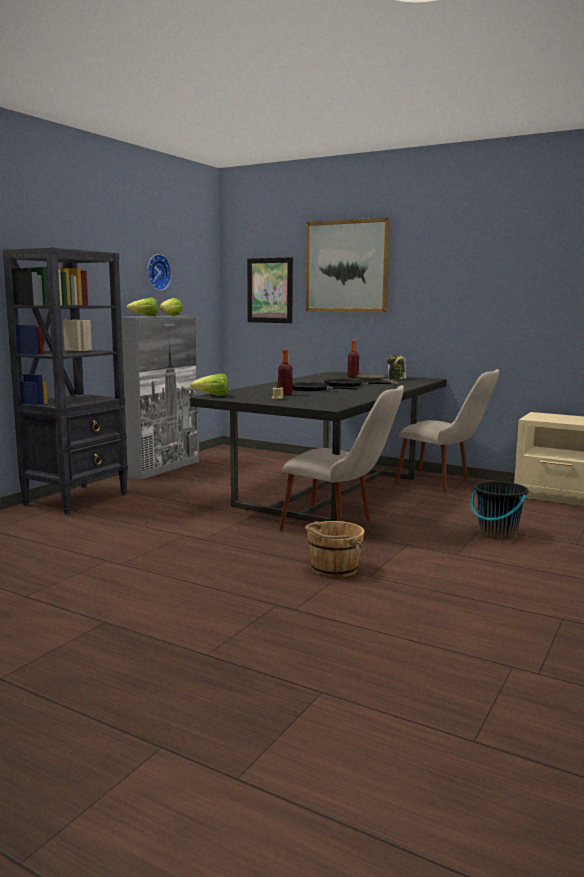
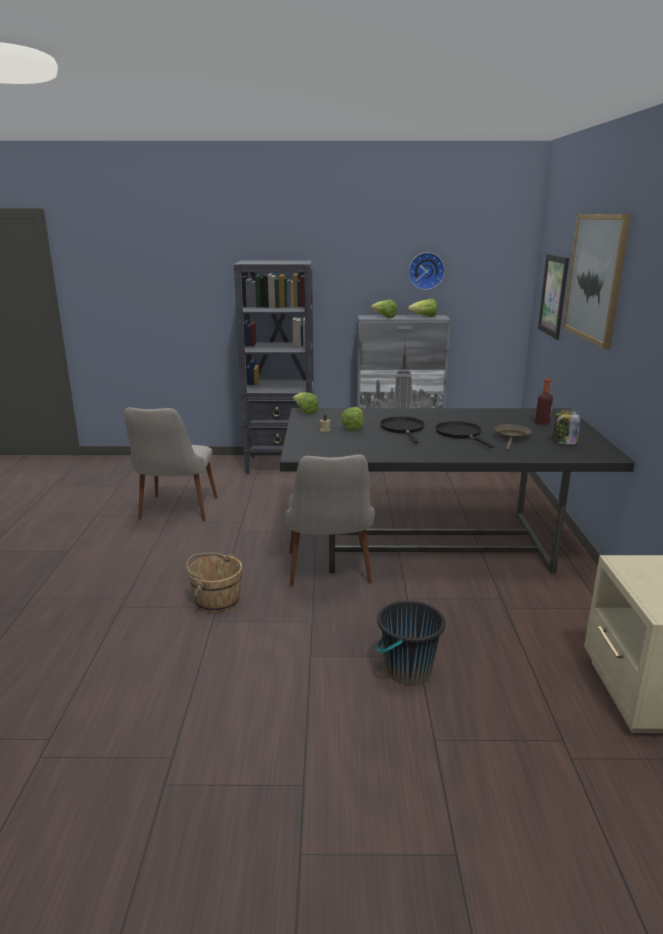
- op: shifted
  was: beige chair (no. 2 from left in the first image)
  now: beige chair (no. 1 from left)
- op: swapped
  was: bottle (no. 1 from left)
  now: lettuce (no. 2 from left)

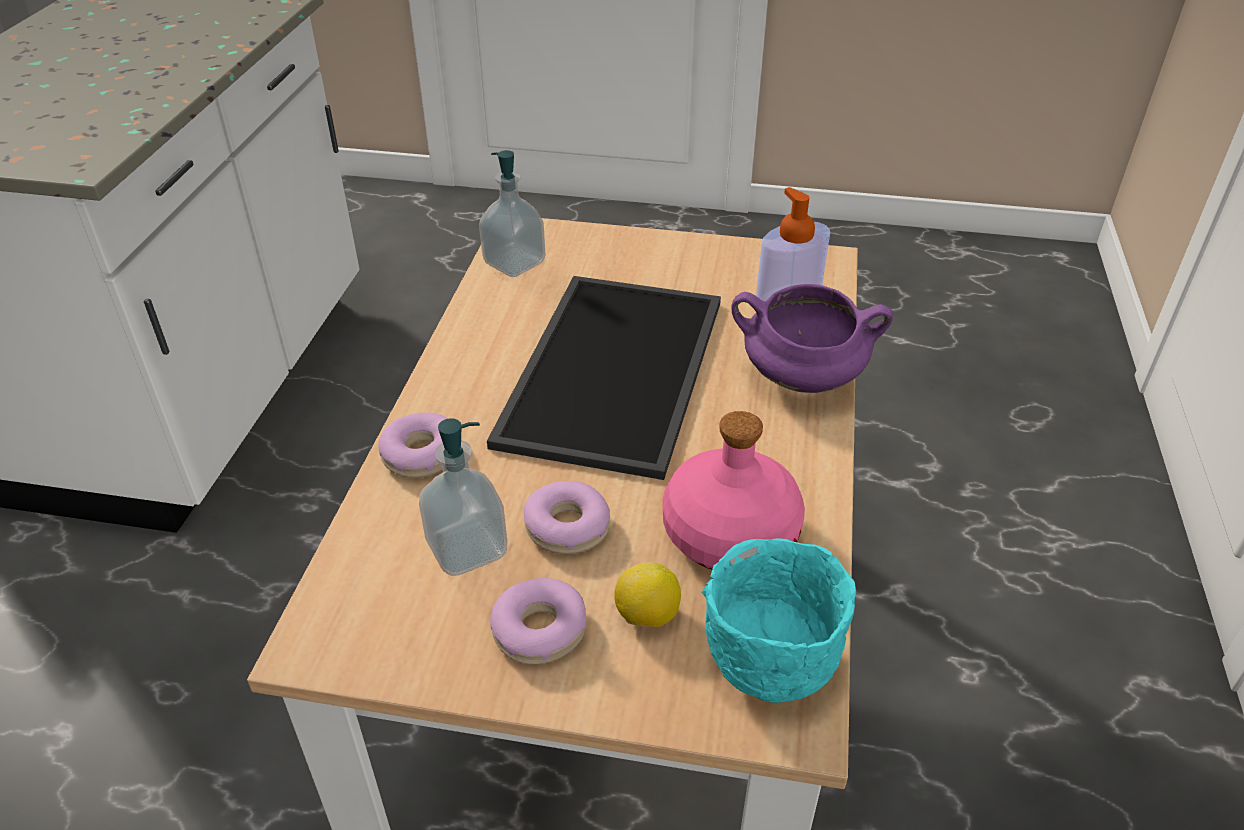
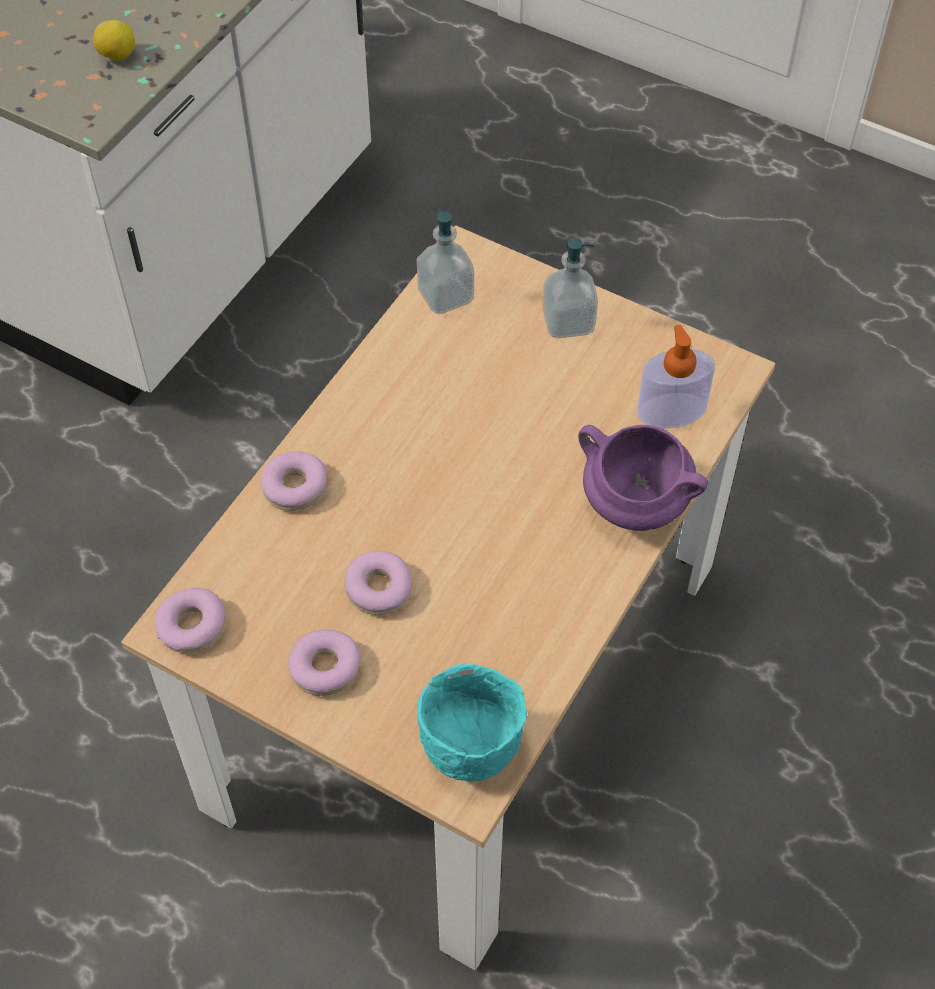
- op: shifted
  was: lemon
- op: new
  now: donut (no. 1 from left)
- op: shifted
  was: soap dispenser (no. 1 from left in the first image)
  now: soap dispenser (no. 2 from left)
- op: gone
  was: tray
- op: gone
  was: pink bottle

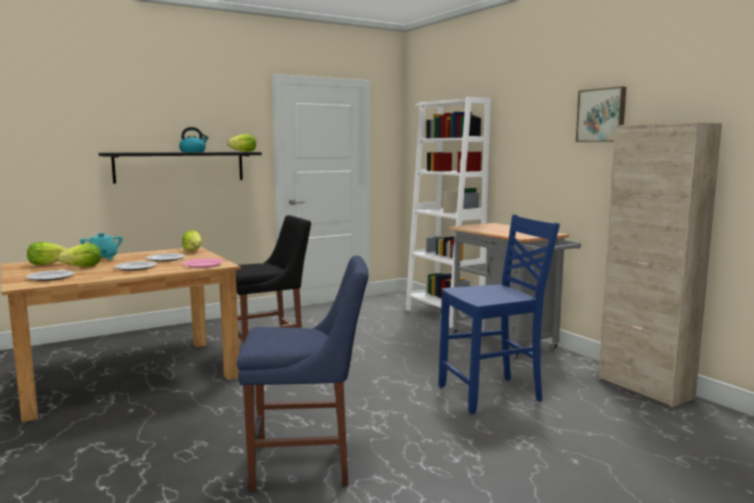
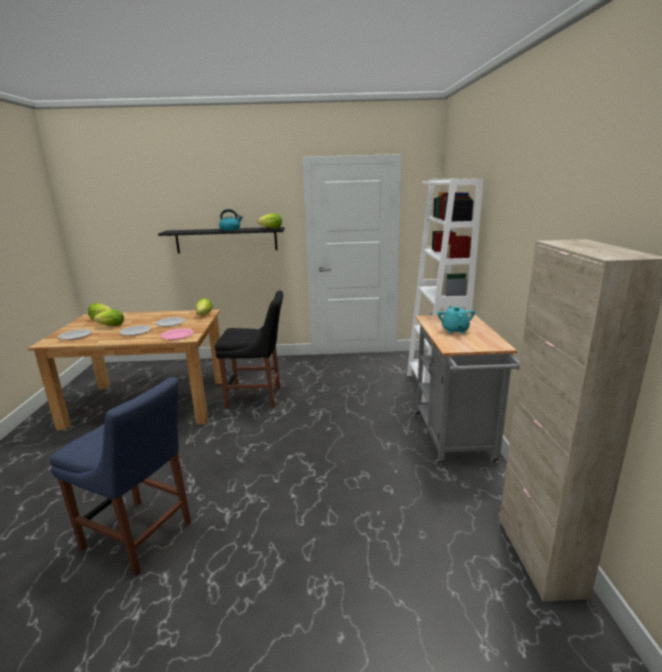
- op: shifted
  was: turquoise teapot
- op: gone
  was: blue chair (no. 2 from left)
- op: gone
  was: picture

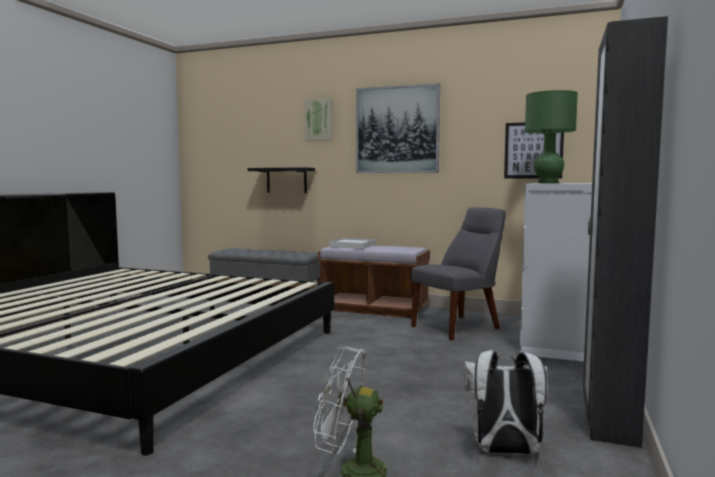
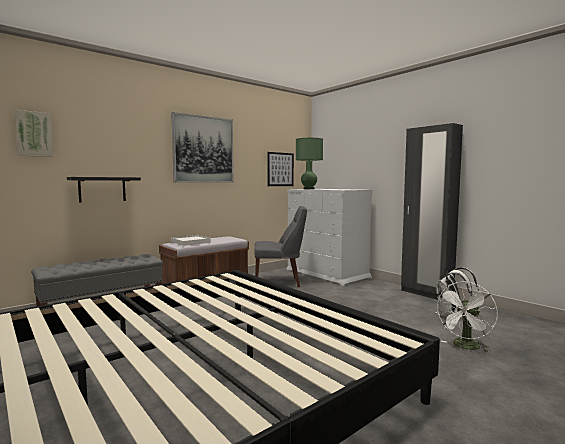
- op: shifted
  was: picture (no. 1 from left)
- op: rotated
  was: grey chair
  clockwise: 90

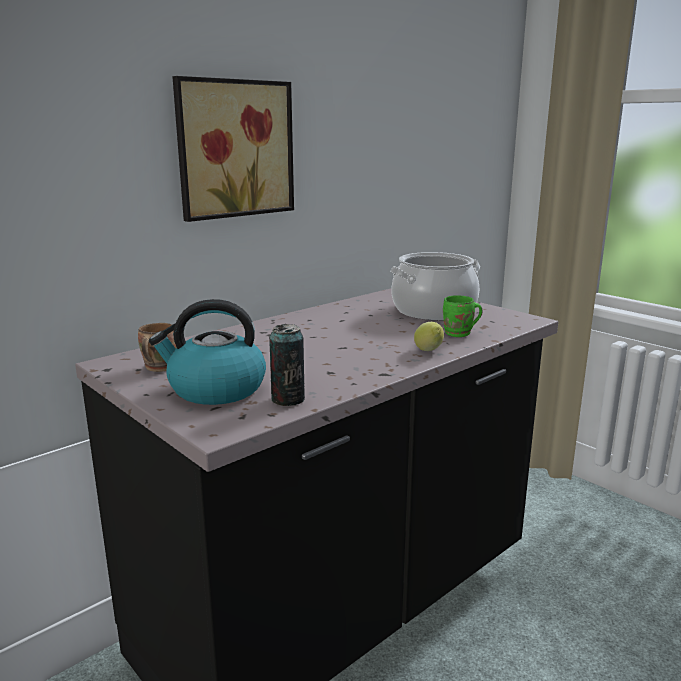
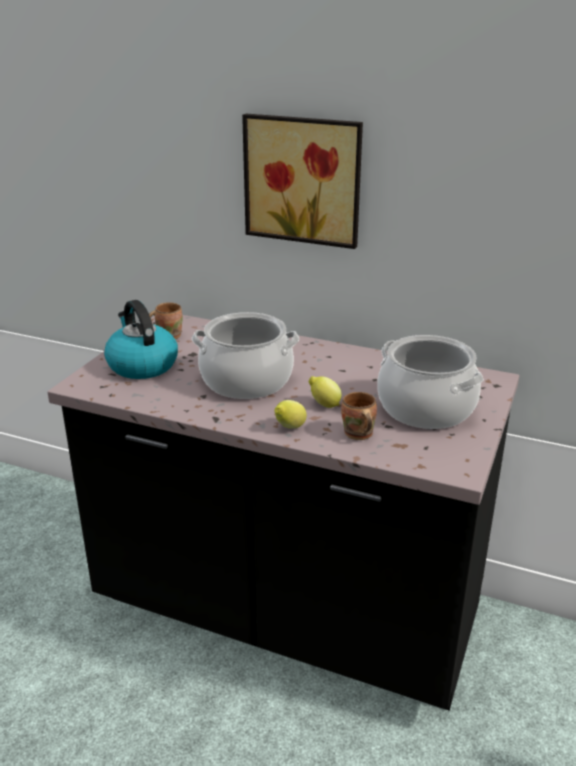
- op: new
  now: cooking pot (no. 1 from left)
- op: new
  now: lemon (no. 2 from left)
- op: repainted
  was: green mug
  now: brown mug (no. 2 from left)
- op: gone
  was: can

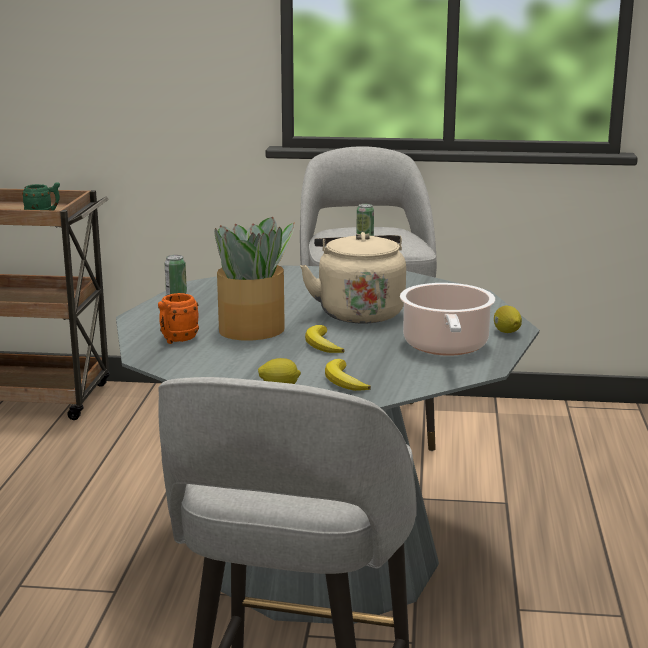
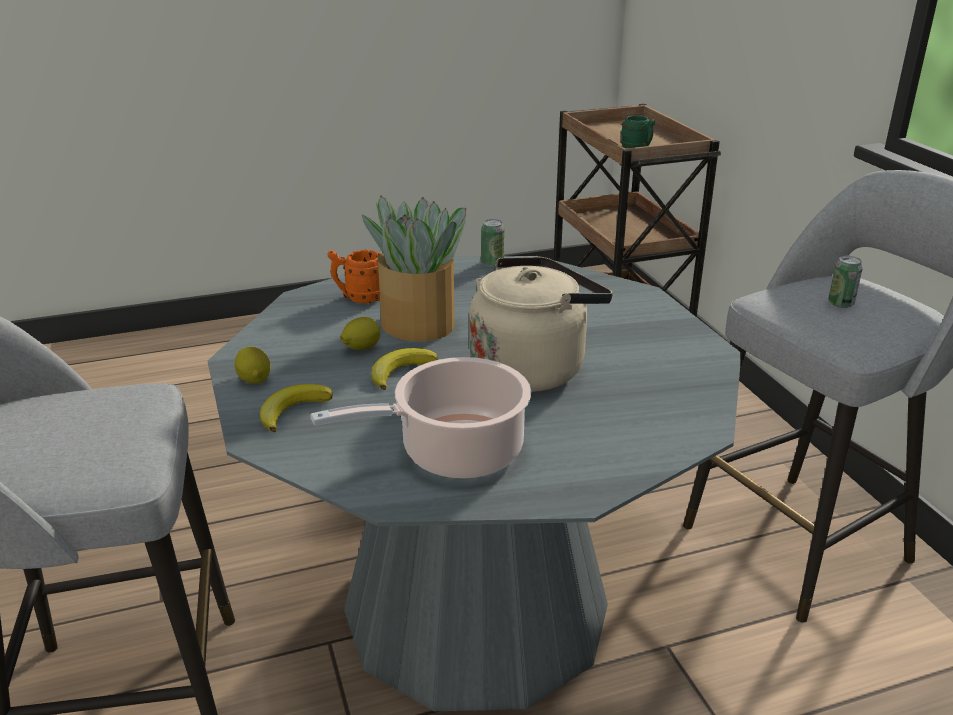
- op: shifted
  was: lemon (no. 2 from left)

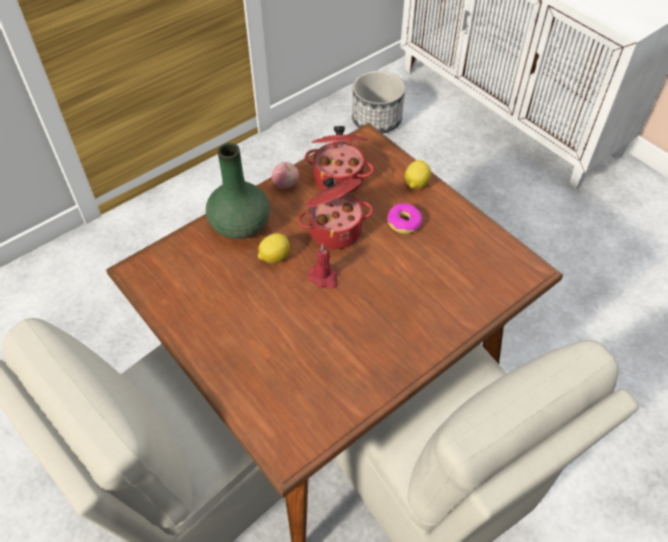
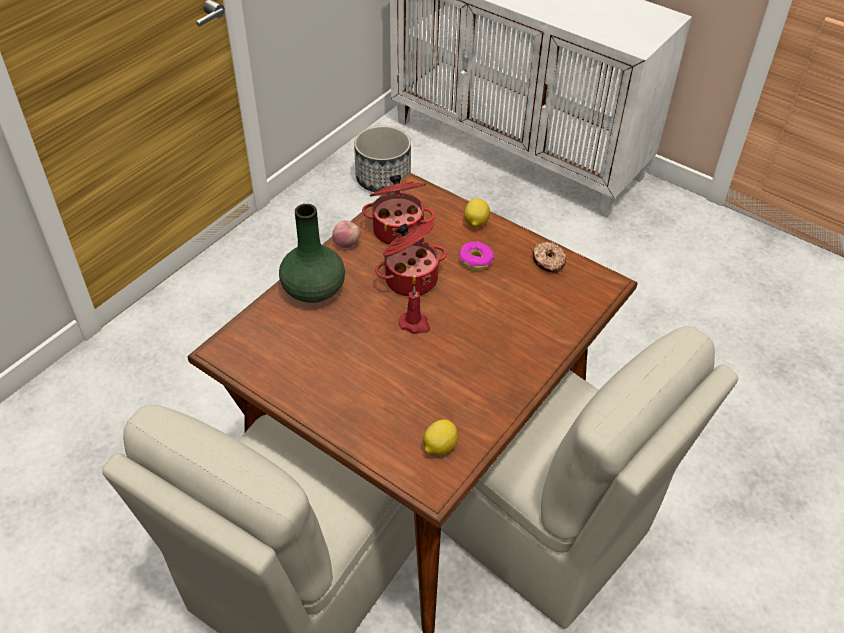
- op: shifted
  was: lemon (no. 1 from left)
- op: new
  now: donut (no. 2 from left)

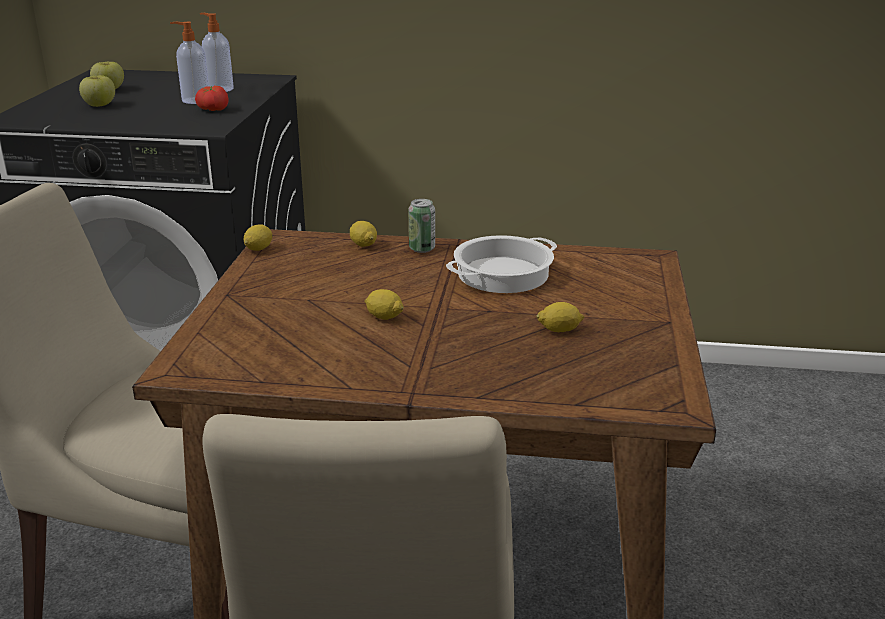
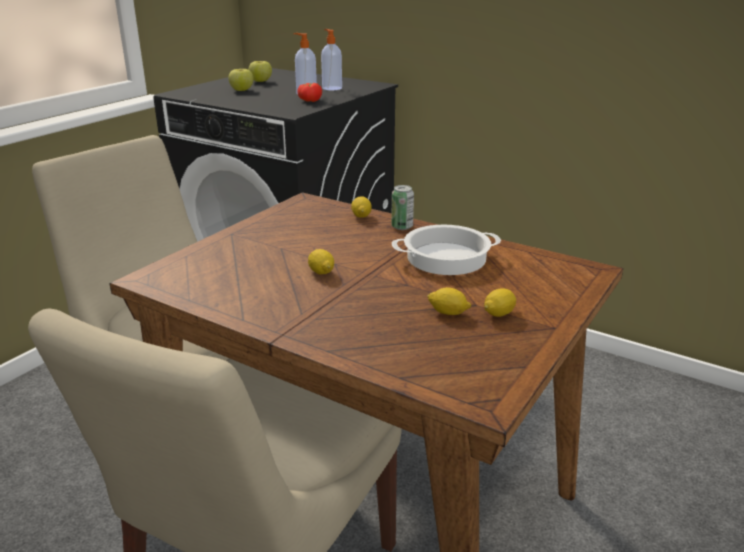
- op: shifted
  was: lemon (no. 1 from left in the first image)
  now: lemon (no. 4 from left)

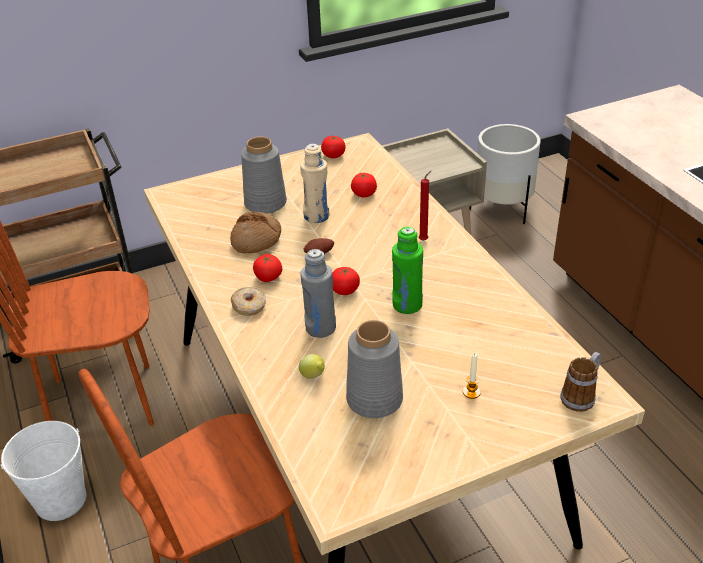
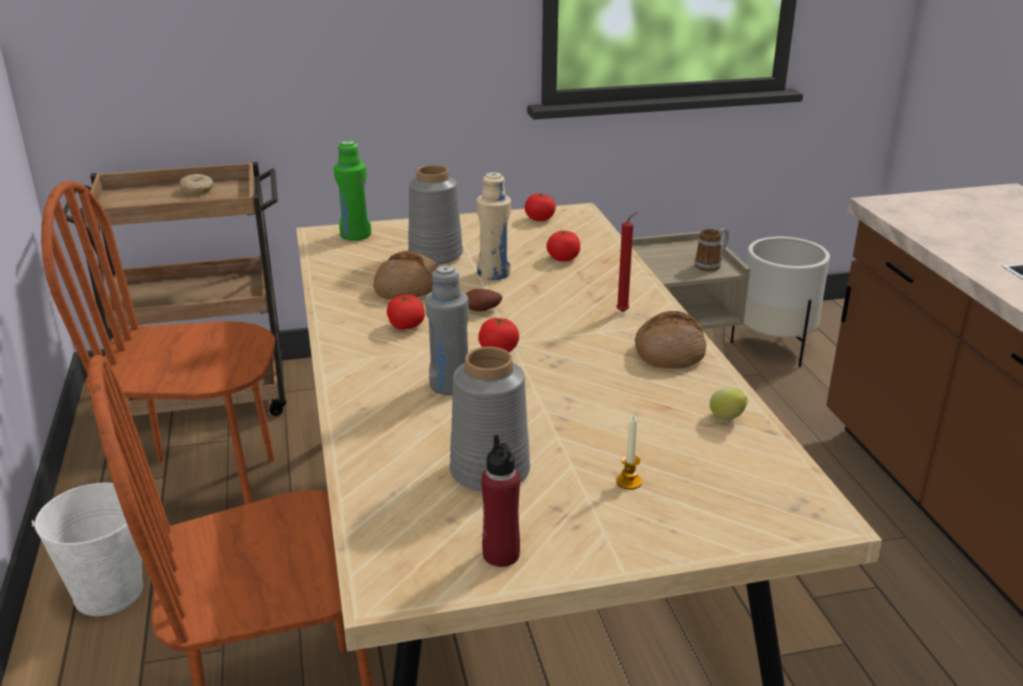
- op: shifted
  was: donut
- op: shifted
  was: green bottle
- op: new
  now: red bottle
- op: new
  now: bread (no. 2 from left)
- op: shifted
  was: mug
- op: shifted
  was: lemon

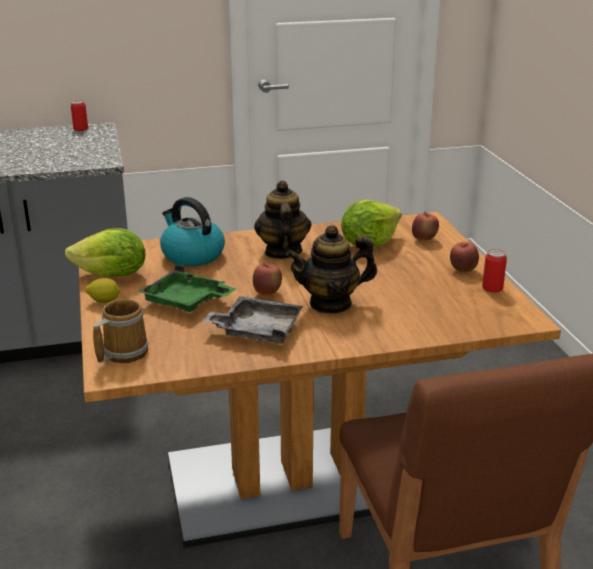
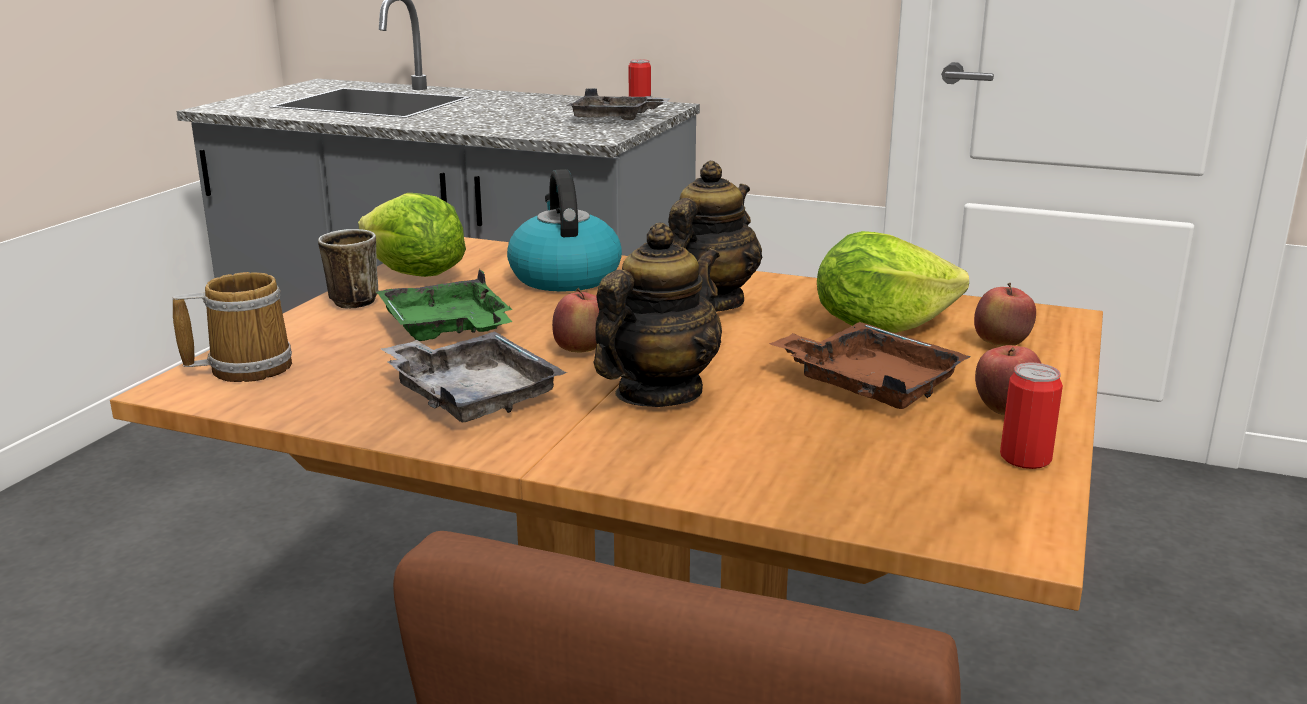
- op: swapped
  was: lemon
  now: mug (no. 2 from left)
- op: new
  now: grey tray (no. 2 from left)
- op: rotated
  was: teapot (no. 2 from left in the first image)
  clockwise: 105
- op: new
  now: brown tray

